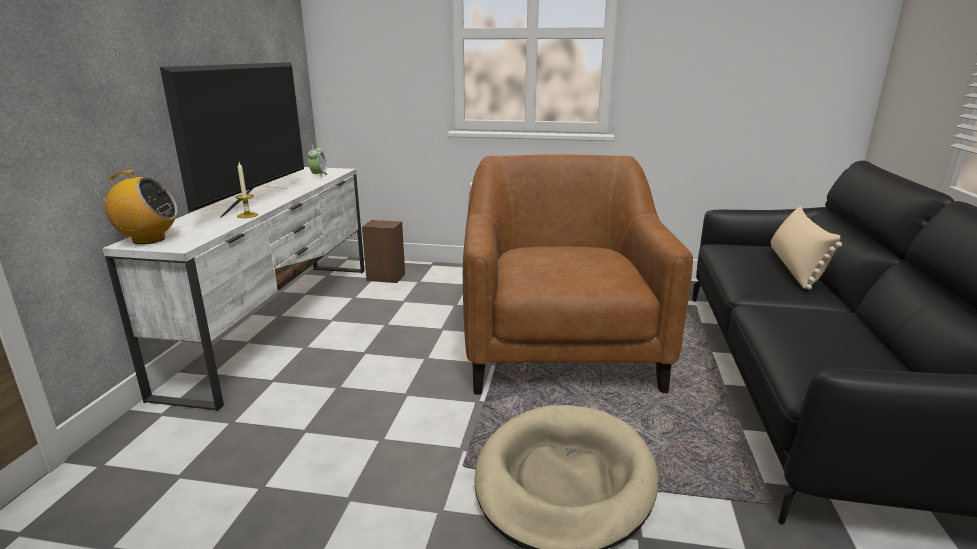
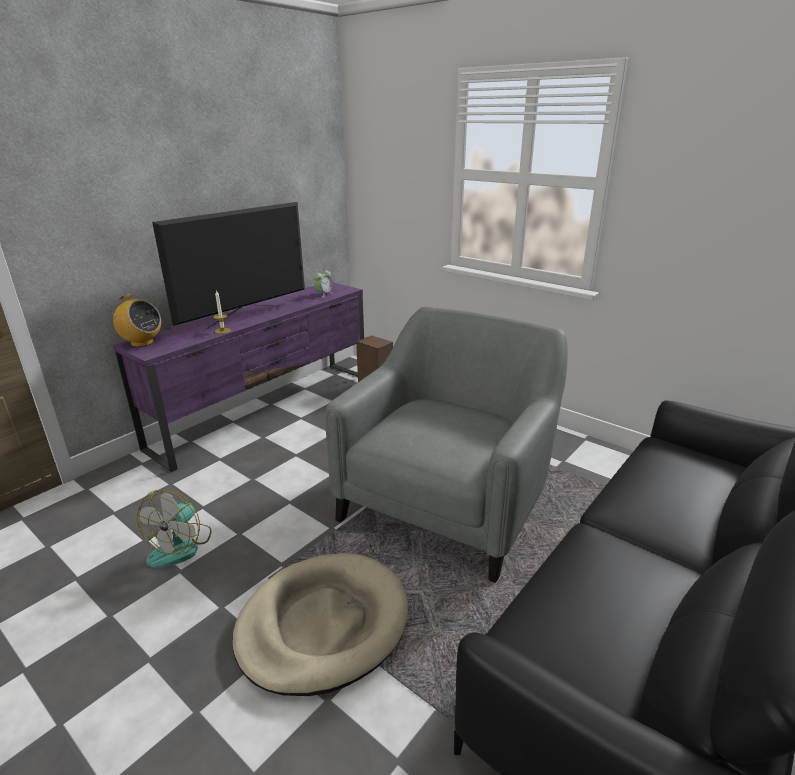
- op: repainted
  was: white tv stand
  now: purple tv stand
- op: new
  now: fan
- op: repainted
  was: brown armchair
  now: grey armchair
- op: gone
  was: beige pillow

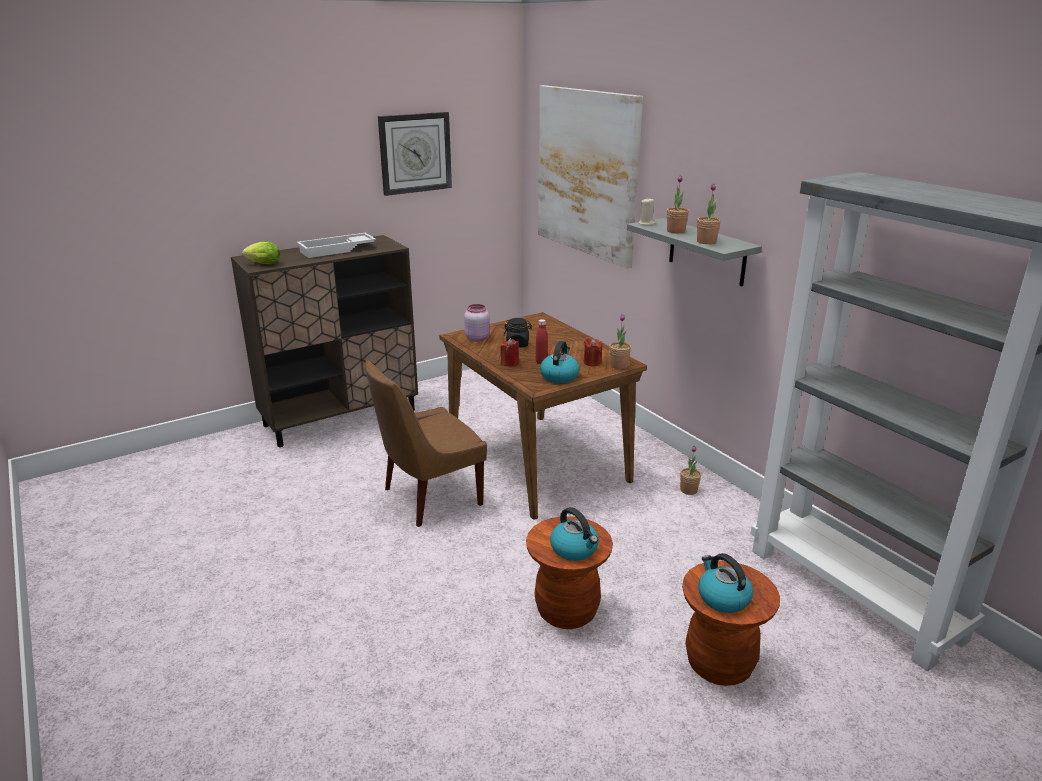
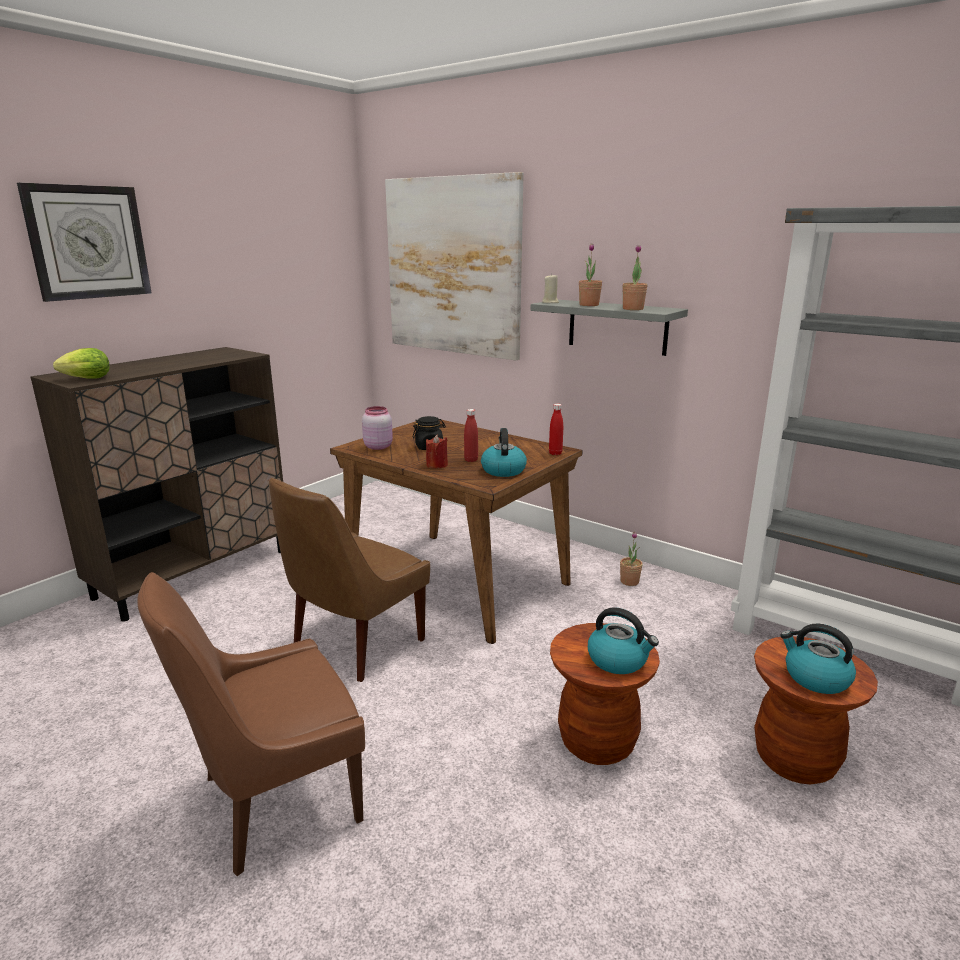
- op: shifted
  was: wall clock
- op: new
  now: brown chair (no. 1 from left)
- op: swapped
  was: potted plant (no. 1 from left)
  now: red bottle (no. 2 from left)
- op: gone
  was: white tray
- op: gone
  was: red candle (no. 2 from left)

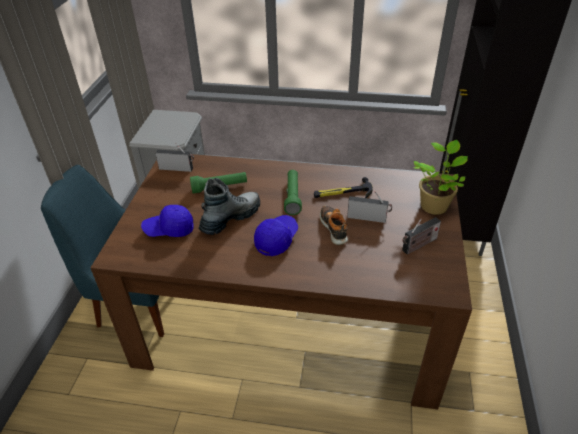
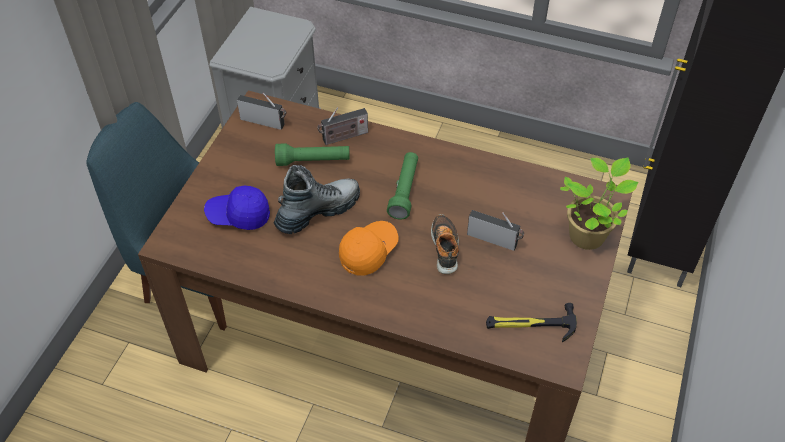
- op: shifted
  was: radio (no. 3 from left in the first image)
  now: radio (no. 2 from left)
- op: repainted
  was: blue cap (no. 2 from left)
  now: orange cap
- op: shifted
  was: hammer

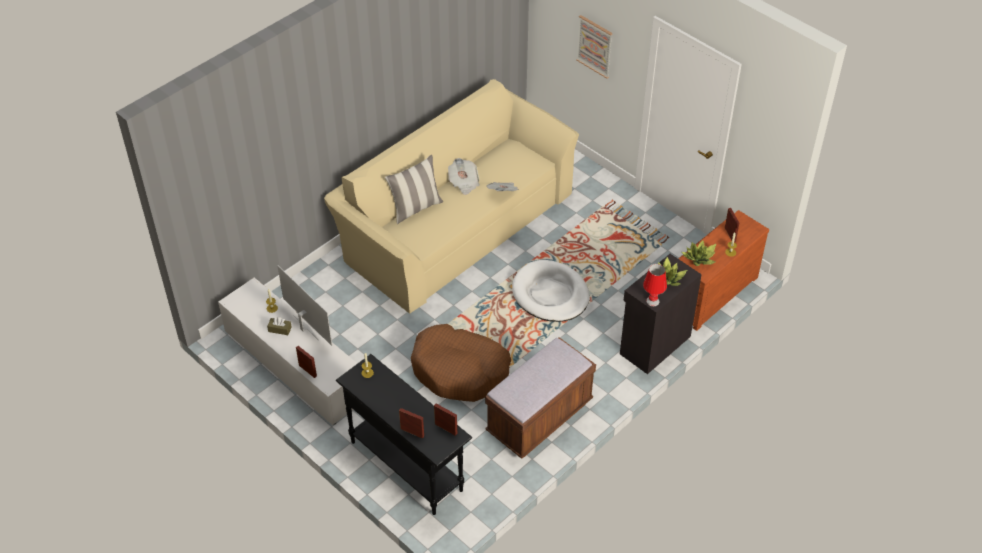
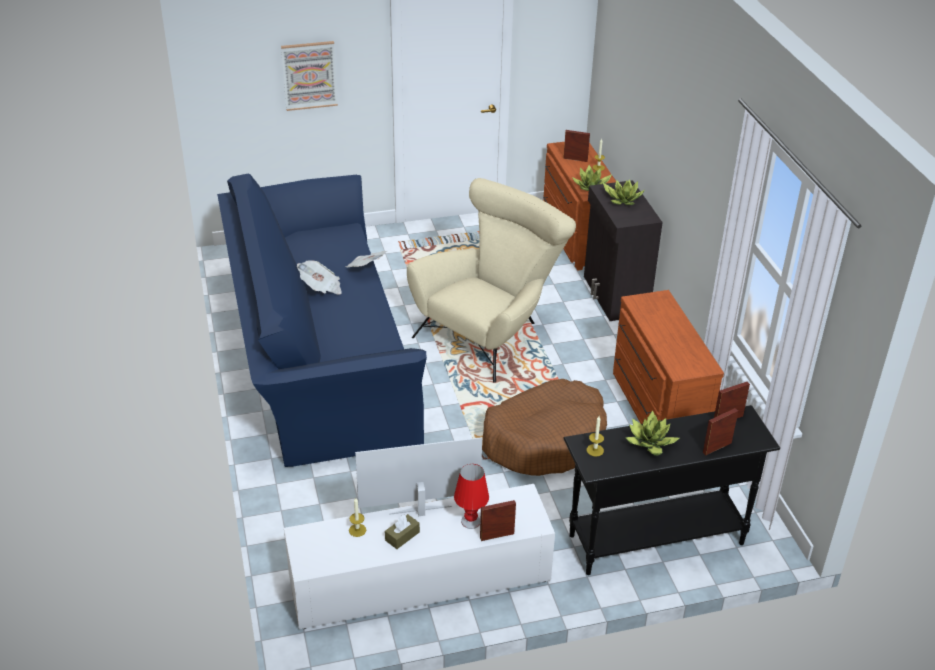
- op: repainted
  was: beige sofa
  now: blue sofa
- op: swapped
  was: white dog bed
  now: beige armchair
- op: shifted
  was: red table lamp
- op: swapped
  was: brown bench
  now: brown dresser (no. 2 from left)
- op: new
  now: potted plant (no. 3 from left)
- op: gone
  was: pillow

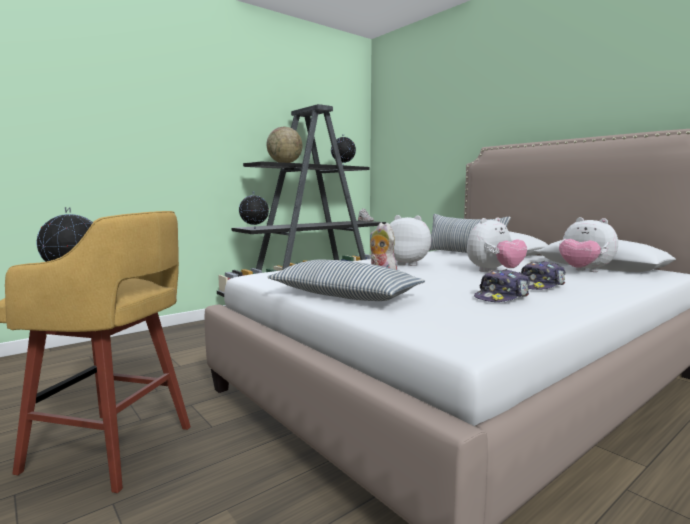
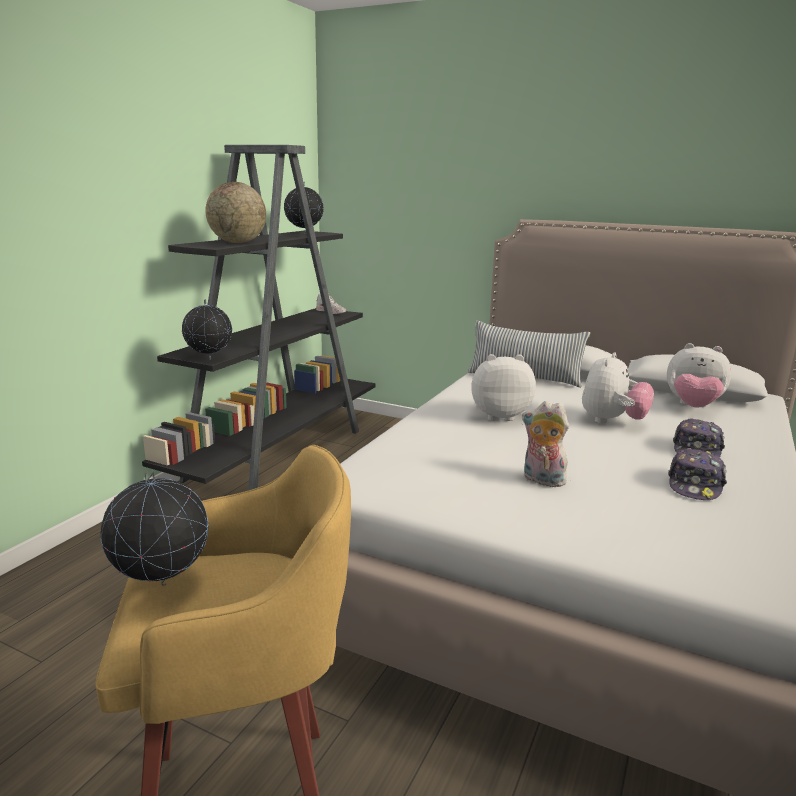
- op: gone
  was: pillow (no. 1 from left)

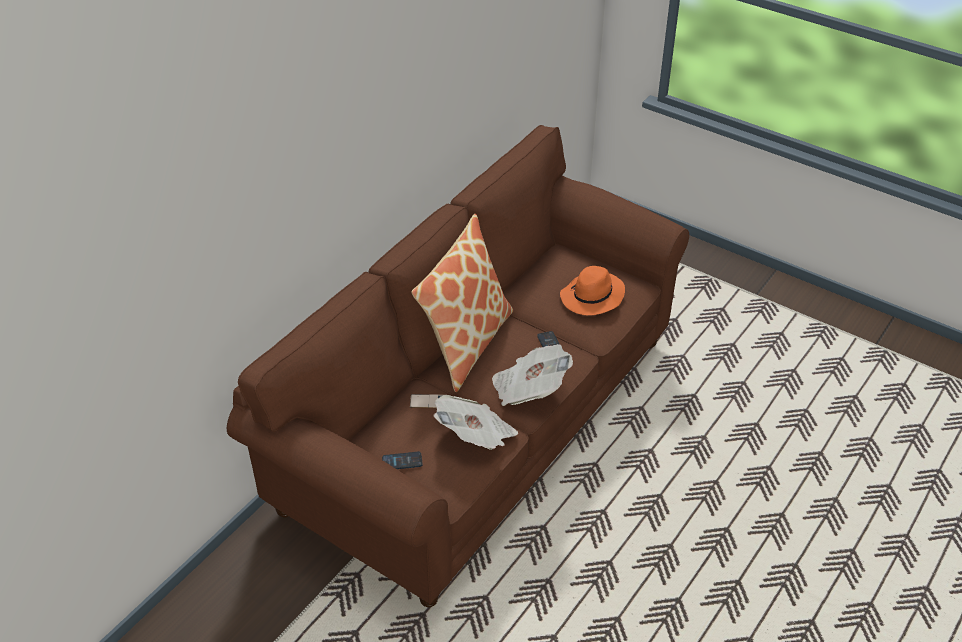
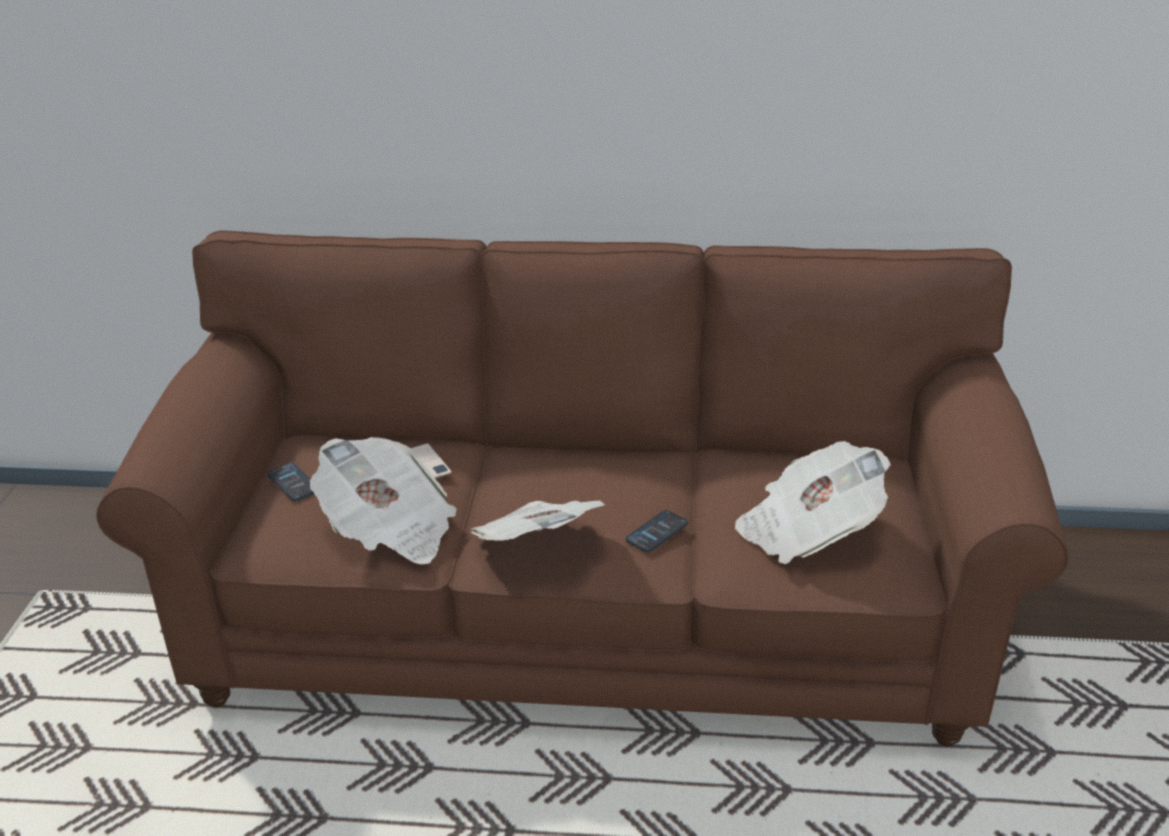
- op: swapped
  was: orange hat
  now: newspaper (no. 3 from left)
- op: gone
  was: pillow

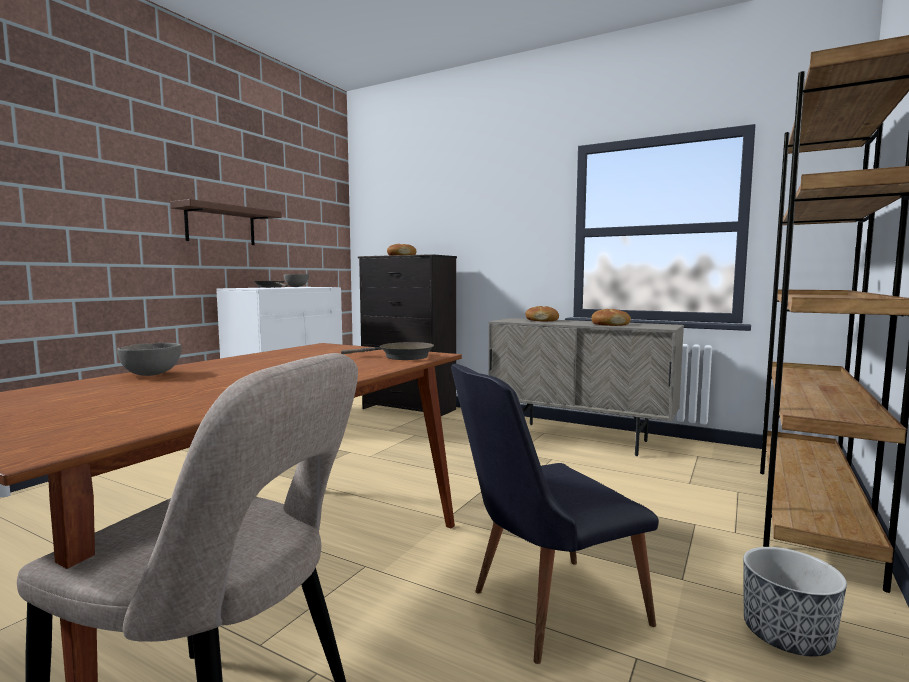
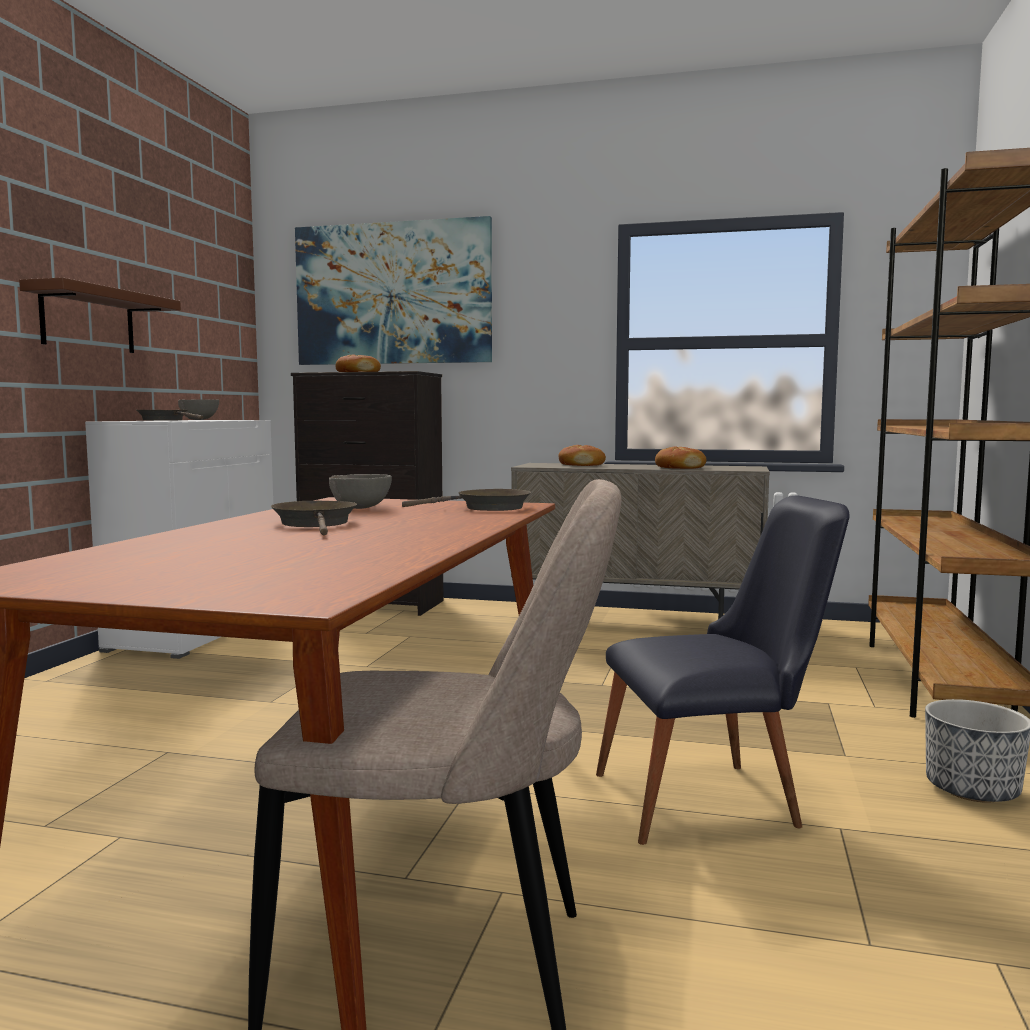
- op: new
  now: brown frying pan (no. 2 from left)
- op: new
  now: picture
- op: shifted
  was: grey bowl (no. 1 from left in the first image)
  now: grey bowl (no. 2 from left)
- op: rotated
  was: black chair
  clockwise: -150

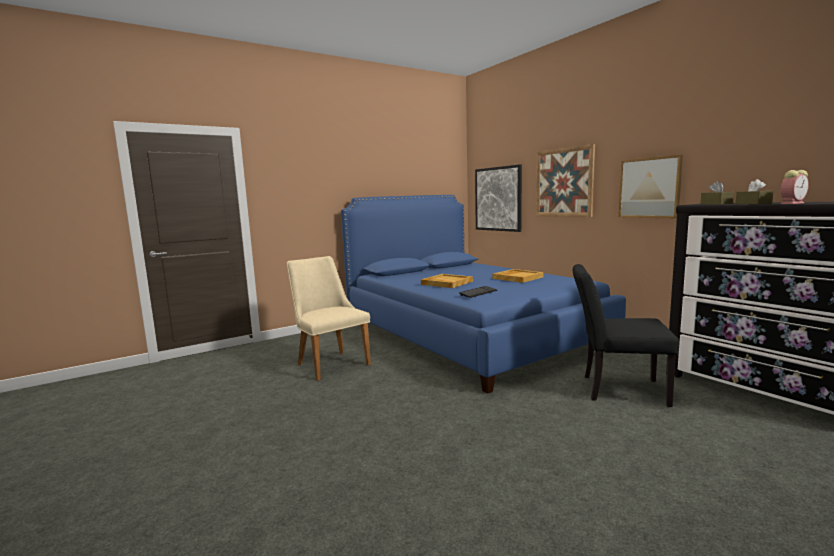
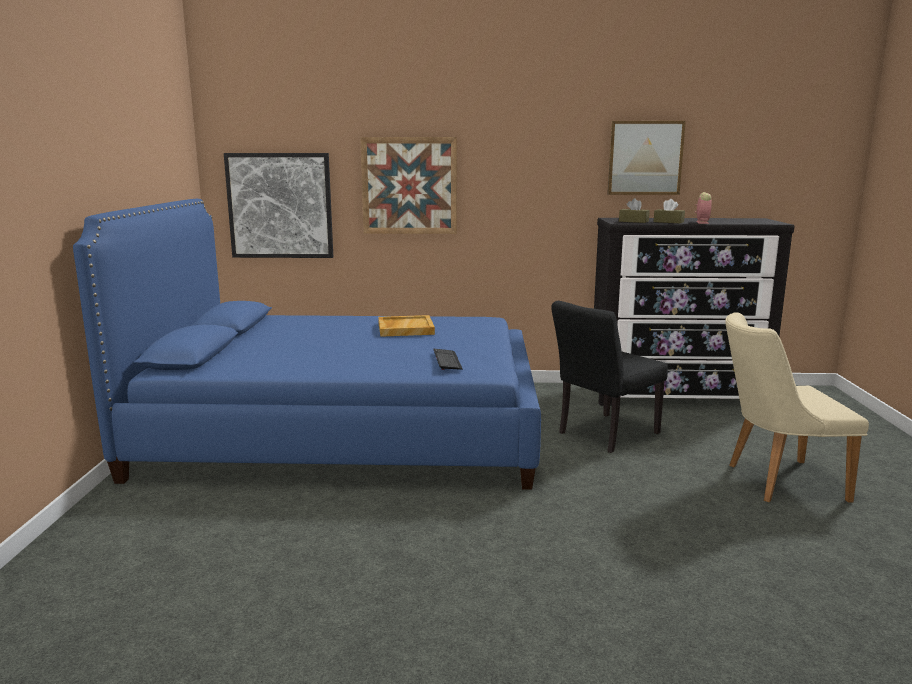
- op: shifted
  was: picture (no. 3 from left)
- op: shifted
  was: beige chair
- op: gone
  was: beige tray (no. 1 from left)

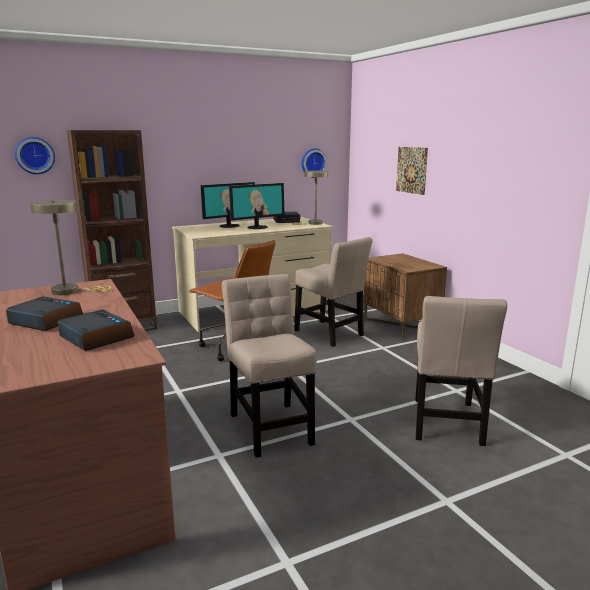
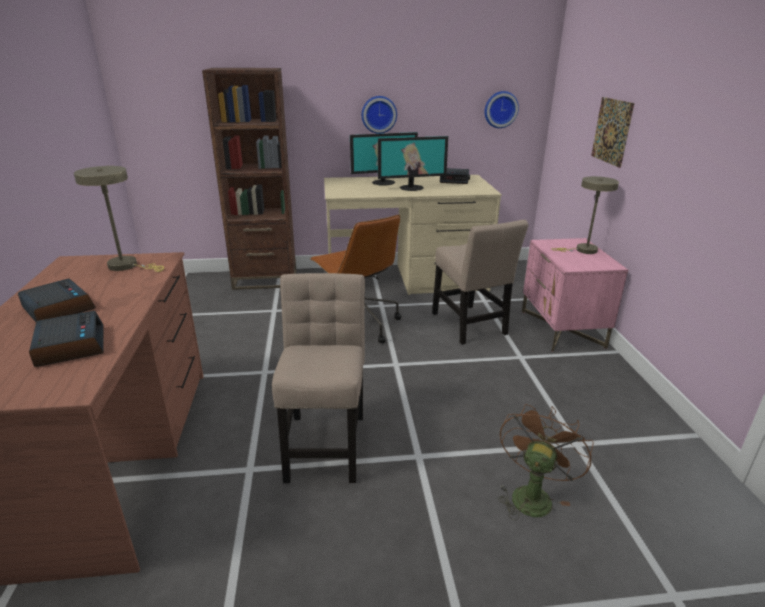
- op: shifted
  was: wall clock (no. 1 from left)
- op: swapped
  was: beige chair (no. 3 from left)
  now: brown fan
- op: repainted
  was: brown nightstand
  now: pink nightstand
- op: shifted
  was: beige table lamp (no. 2 from left)

